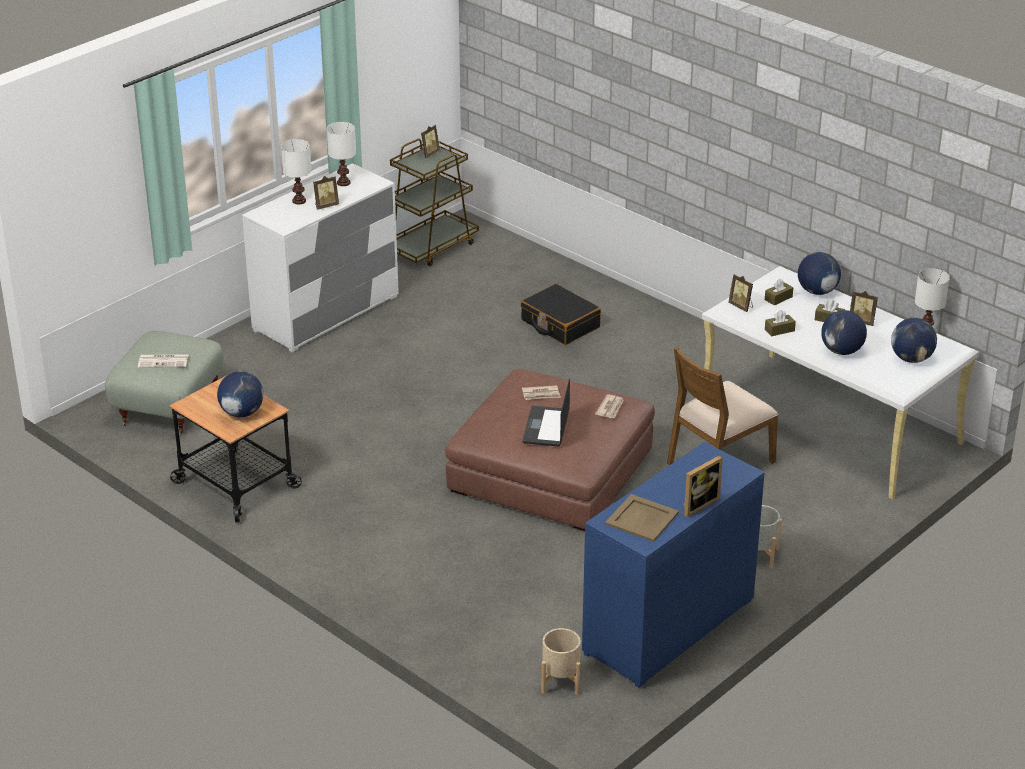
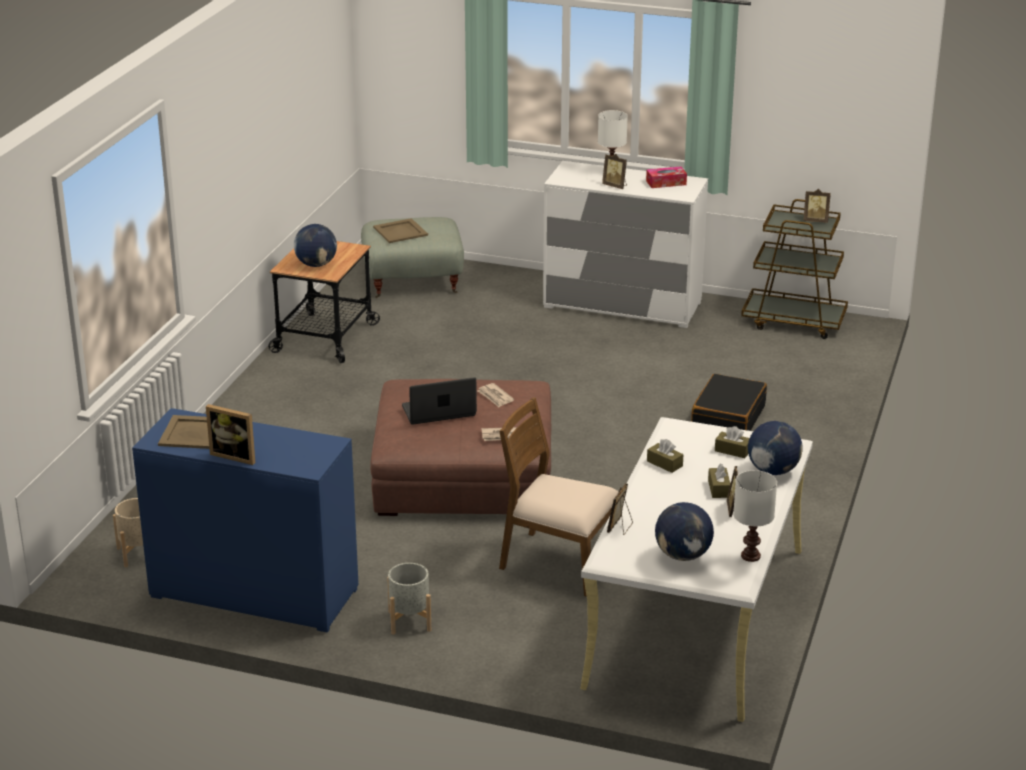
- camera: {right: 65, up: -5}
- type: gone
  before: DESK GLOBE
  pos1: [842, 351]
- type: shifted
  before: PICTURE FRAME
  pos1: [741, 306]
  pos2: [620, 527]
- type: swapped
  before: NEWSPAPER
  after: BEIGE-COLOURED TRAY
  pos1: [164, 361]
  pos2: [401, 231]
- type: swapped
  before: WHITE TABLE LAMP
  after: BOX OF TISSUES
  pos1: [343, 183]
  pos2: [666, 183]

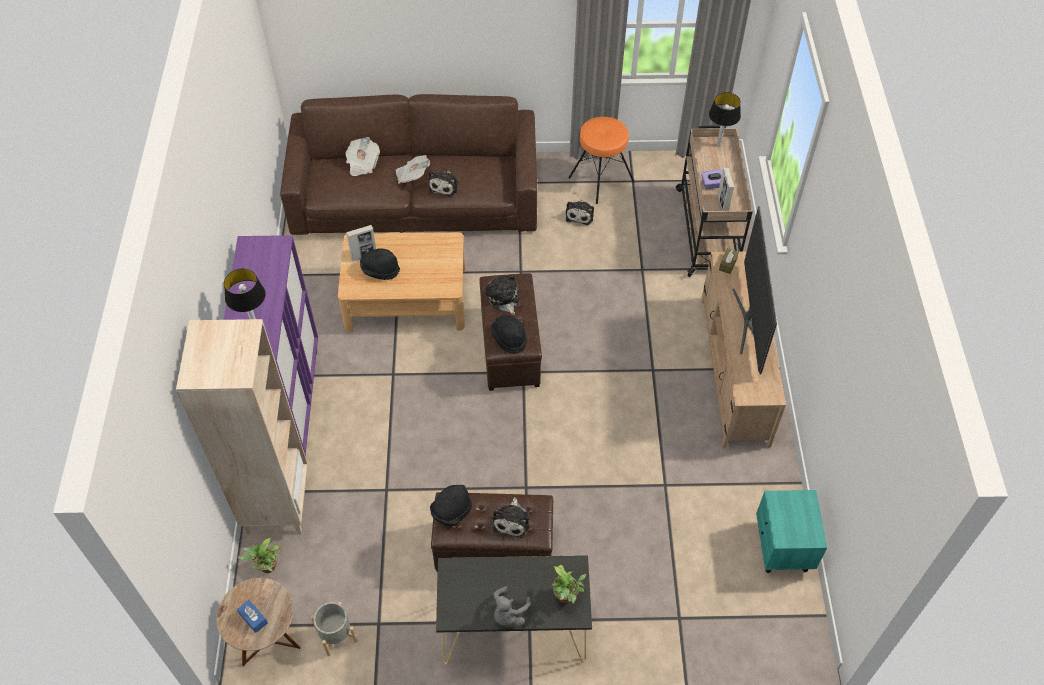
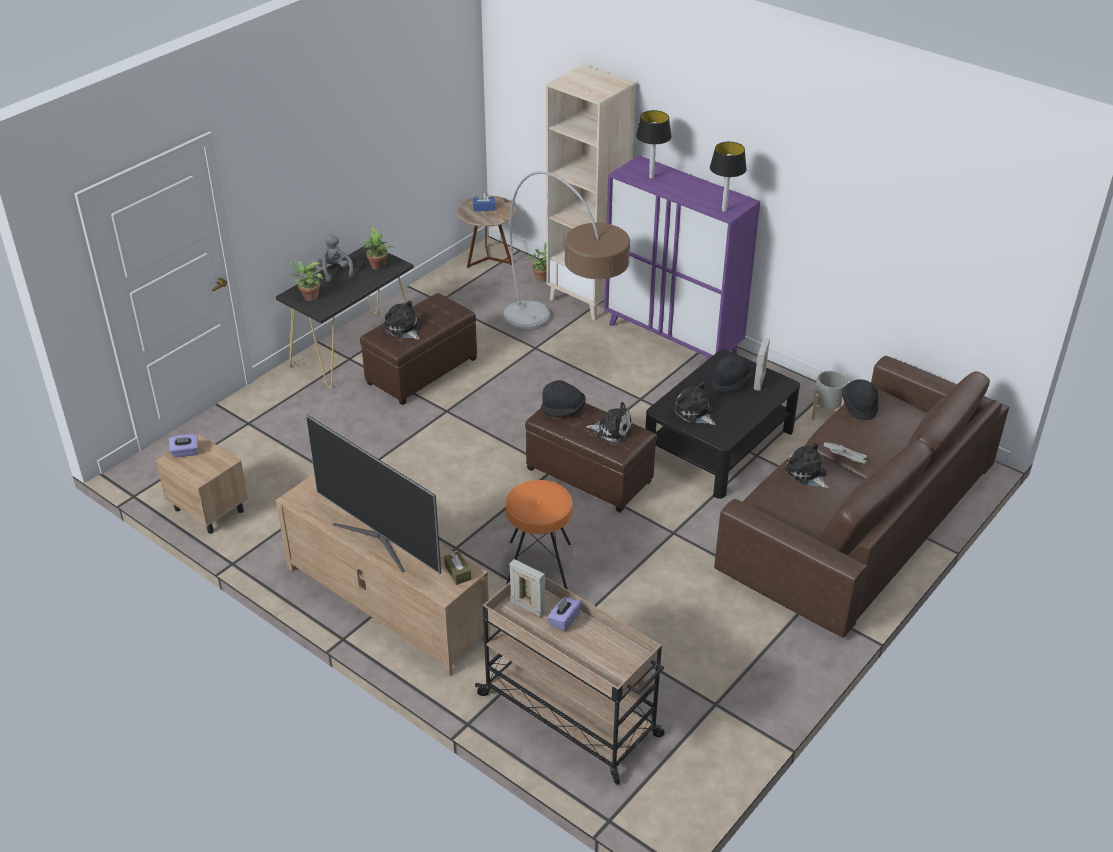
- camera: {right: 130, up: -15}
- type: gone
  before: NEWSPAPER
  pos1: [362, 164]
- type: new
  after: PURPLE BOX OF TISSUES
  pos2: [185, 452]
- type: new
  after: HOUSEPLANT
  pos2: [378, 267]
- type: new
  after: STANDARD LAMP
  pos2: [565, 347]
- type: shifted
  before: GRAY PLANT POT
  pos1: [336, 635]
  pos2: [826, 413]
- type: shifted
  before: BLACK-COLOURED CLOTHING HAT
  pos1: [451, 511]
  pos2: [859, 407]
- type: shifted
  before: CUDDLY TOY
  pos1: [580, 214]
  pos2: [695, 413]
- type: shifted
  before: ORANGE-COLOURED SITTING STOOL
  pos1: [600, 179]
  pos2: [539, 566]
- type: shifted
  before: TABLE LAMP
  pos1: [719, 145]
  pos2: [724, 210]
- type: repainted
  before: BEIGE-COLOURED COFFEE TABLE
  after: BLACK-COLOURED COFFEE TABLE
  pos1: [406, 298]
  pos2: [719, 445]
- type: repainted
  before: TURQUOISE-COLOURED NIGHT TABLE
  after: BEIGE-COLOURED NIGHT TABLE
  pos1: [782, 548]
  pos2: [208, 509]

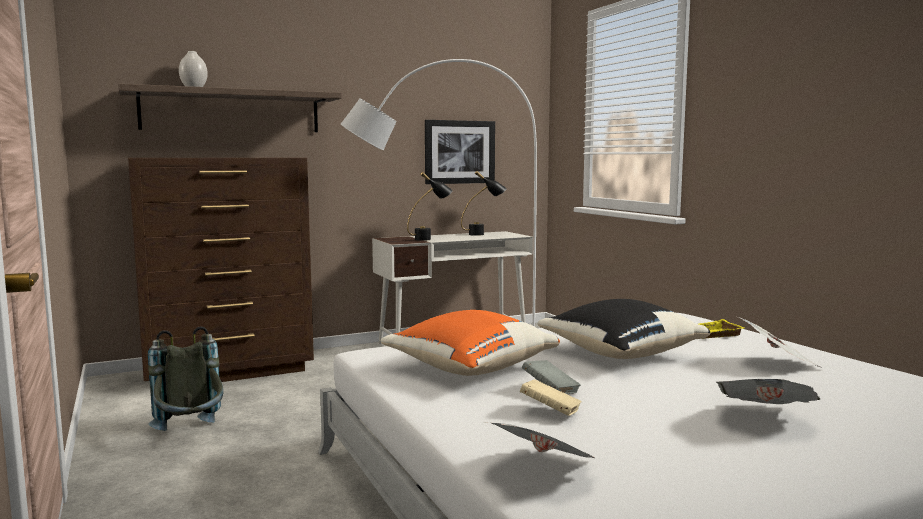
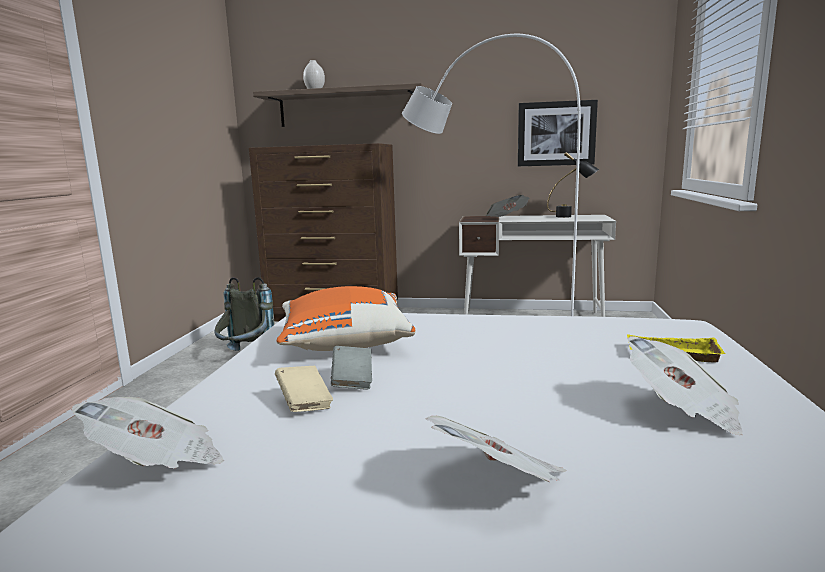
- camera: {right: 35, up: 5}
- type: gone
  before: BLACK-COLOURED THROW PILLOW
  pos1: [619, 353]
- type: swapped
  before: BLACK-COLOURED TABLE LAMP
  after: NEWSPAPER
  pos1: [429, 239]
  pos2: [506, 218]

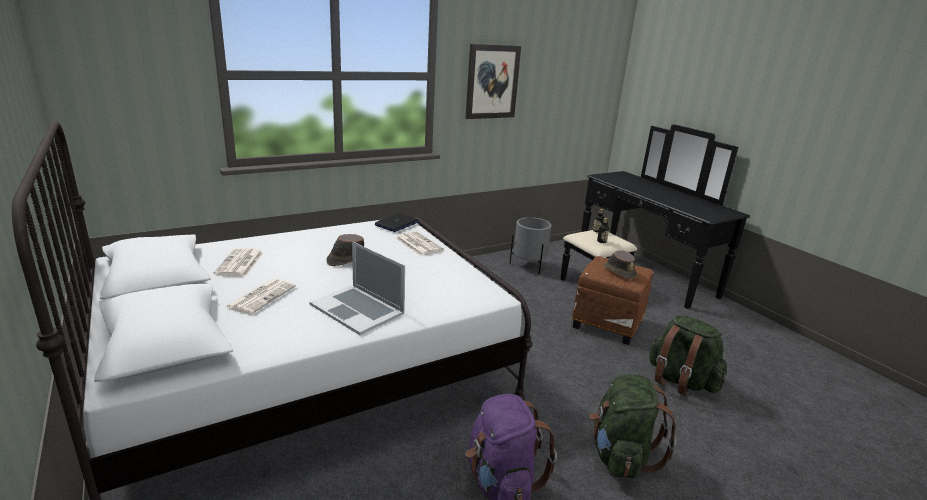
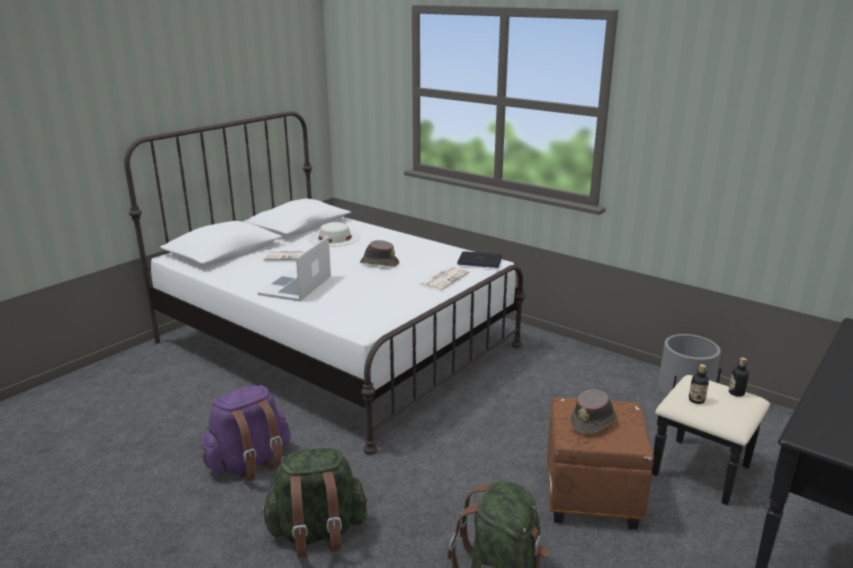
- camera: {right: 70, up: 0}
- type: gone
  before: WALL PICTURE
  pos1: [492, 82]
- type: swapped
  before: NEWSPAPER
  after: WHITE CLOTHING HAT
  pos1: [240, 263]
  pos2: [334, 238]

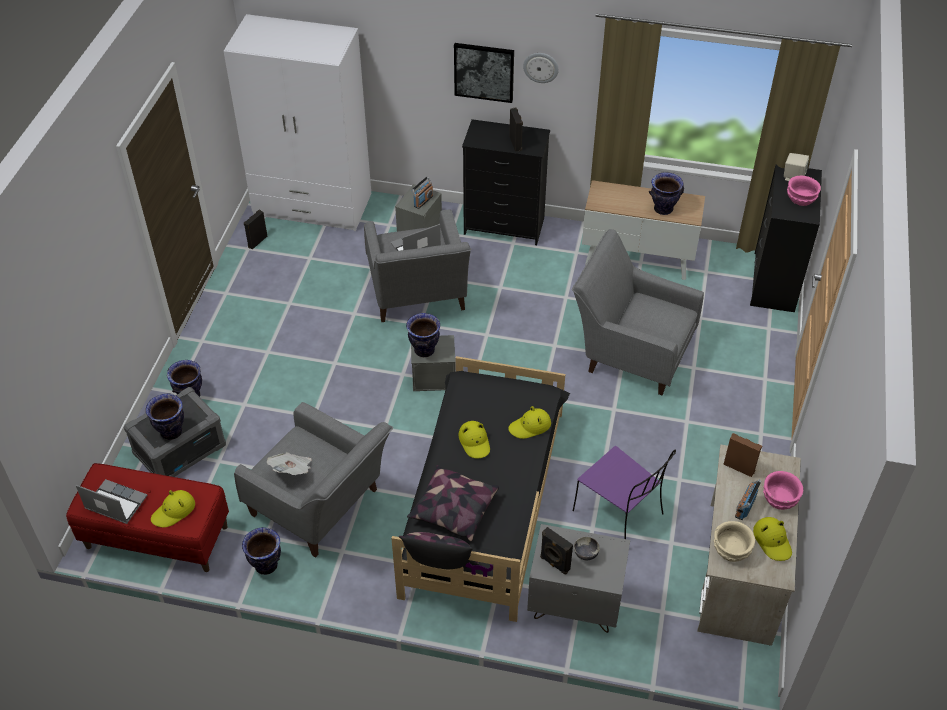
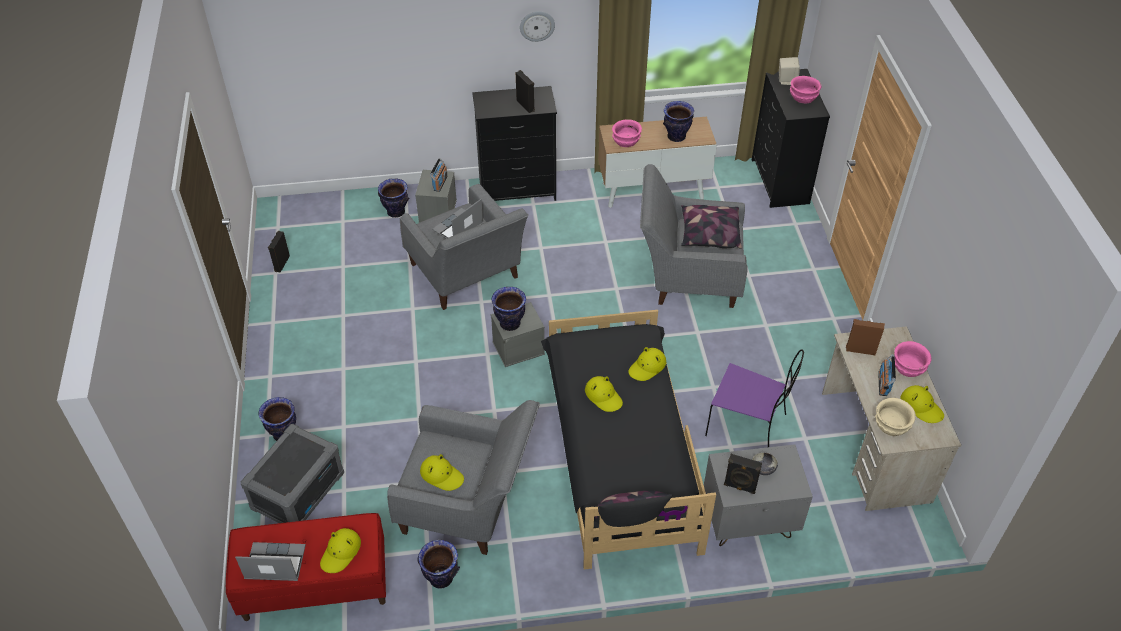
- camera: {right: -20, up: 0}
- type: gone
  before: WHITE CLOTHES CUPBOARD
  pos1: [313, 205]
- type: gone
  before: WALL PICTURE
  pos1: [484, 72]
- type: new
  after: PINK-COLOURED SERVING BOWL
  pos2: [626, 141]
- type: shifted
  before: DECORATIVE VASE
  pos1: [171, 432]
  pos2: [396, 212]
- type: shifted
  before: THROW PILLOW
  pos1: [453, 510]
  pos2: [709, 234]
- type: swapped
  before: NEWSPAPER
  after: YELLOW-COLOURED CLOTHING HAT
  pos1: [292, 470]
  pos2: [442, 475]

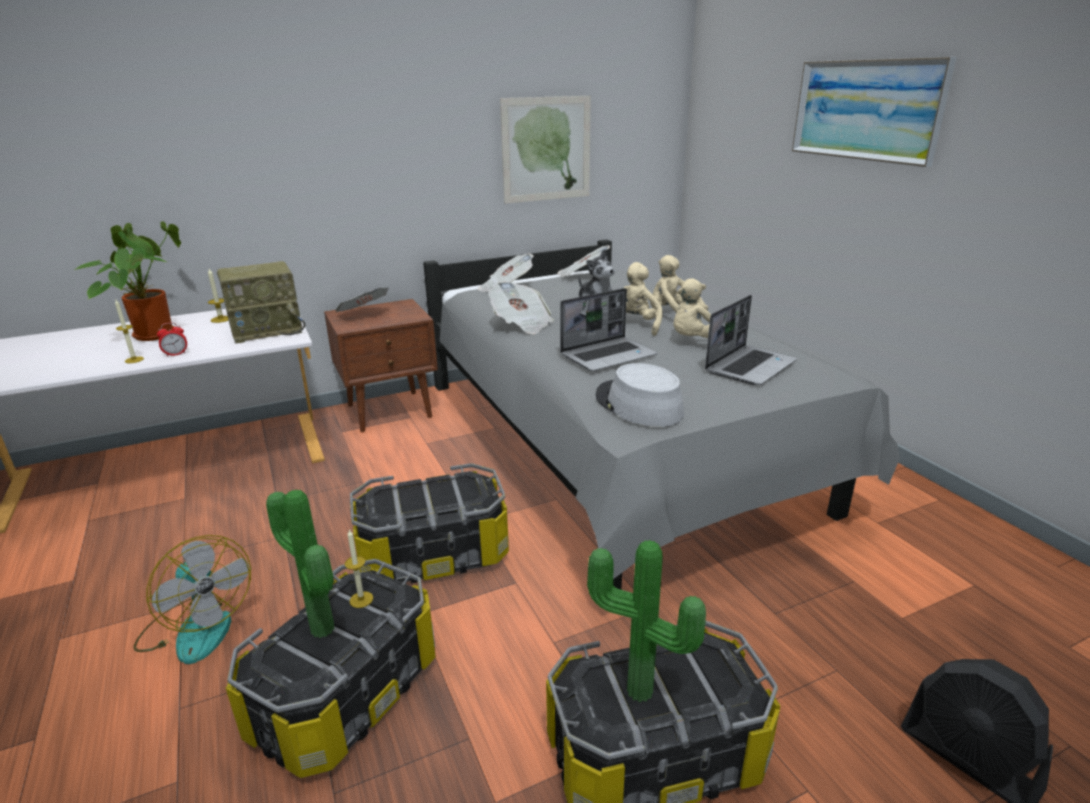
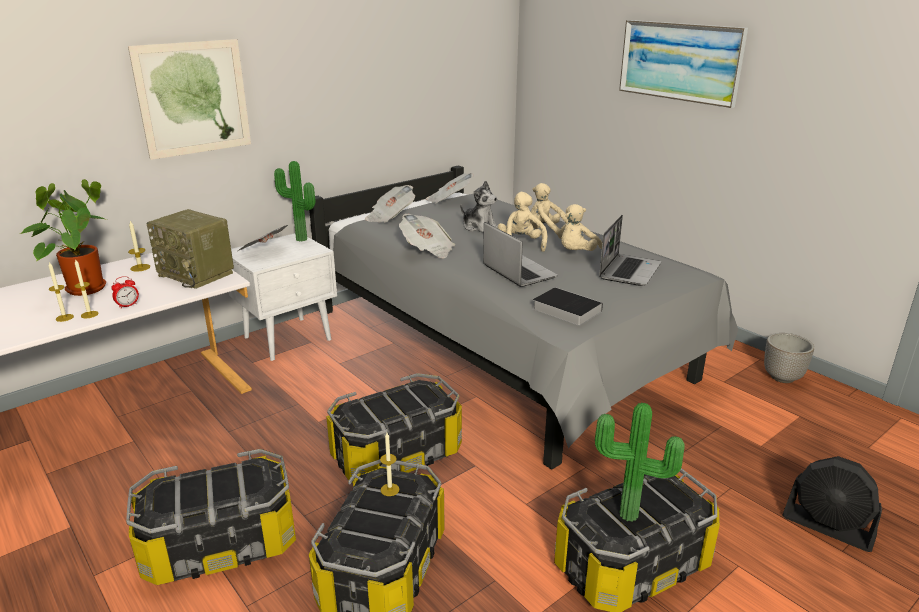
- camera: {right: -15, up: 0}
- type: new
  after: CANDLE
  pos2: [64, 318]
- type: new
  after: PLANT POT
  pos2: [783, 377]
- type: shifted
  before: HOUSEPLANT
  pos1: [318, 632]
  pos2: [300, 240]
- type: shifted
  before: WALL PICTURE
  pos1: [546, 149]
  pos2: [193, 98]
- type: swapped
  before: COOLING FAN
  after: STORAGE BOX
  pos1: [197, 627]
  pos2: [220, 544]
- type: swapped
  before: GRAY CLOTHING HAT
  after: BOUND BOOK
  pos1: [638, 405]
  pos2: [564, 310]
- type: repainted
  before: BROWN NIGHT TABLE
  after: WHITE NIGHT TABLE
  pos1: [391, 411]
  pos2: [289, 338]
- type: rotated
  before: RADIO
  pos1: [267, 330]
  pos2: [197, 274]
  turn: 75
- type: rotated
  before: PORTABLE COMPUTER
  pos1: [608, 355]
  pos2: [517, 272]
  turn: -75

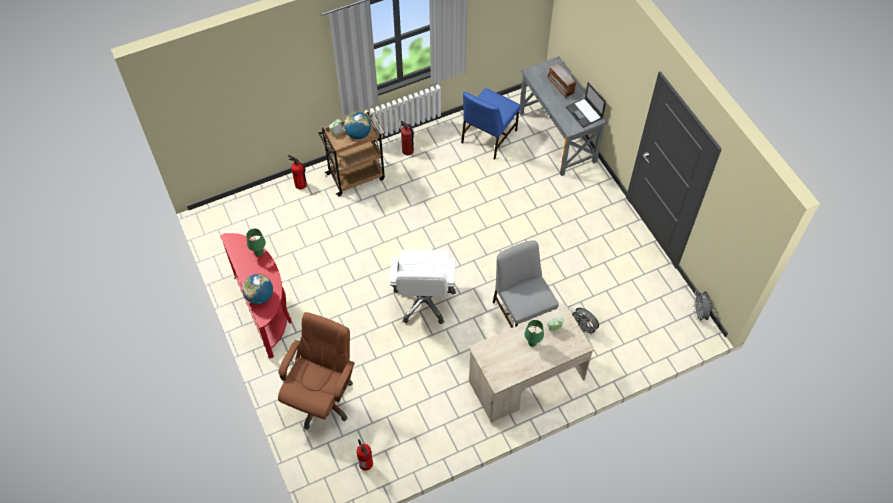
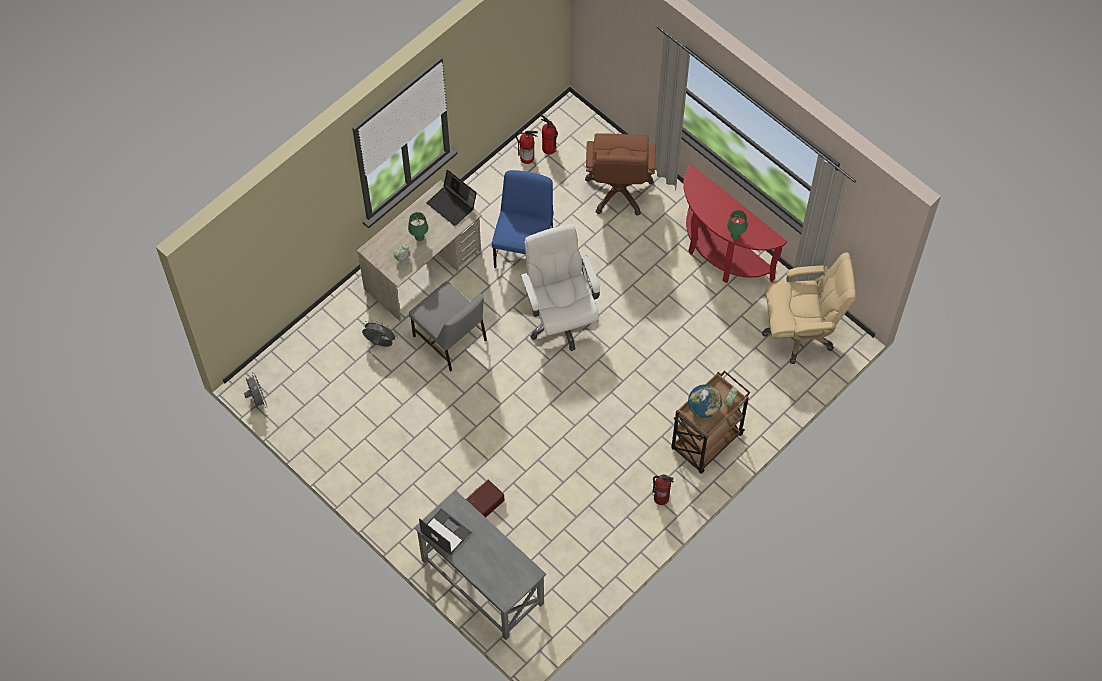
- camera: {right: 160, up: 5}
- type: gone
  before: DESK GLOBE
  pos1: [260, 296]
- type: gone
  before: RADIO
  pos1: [561, 86]
- type: new
  after: PORTABLE COMPUTER
  pos2: [452, 205]
- type: new
  after: BROWN STORAGE BOX
  pos2: [484, 502]
- type: new
  after: BEIGE-COLOURED OFFICE CHAIR
  pos2: [800, 332]
- type: shifted
  before: EXTINGUISHER
  pos1: [300, 184]
  pos2: [527, 158]
- type: shifted
  before: BLUE PLAIN CHAIR
  pos1: [488, 137]
  pos2: [524, 248]

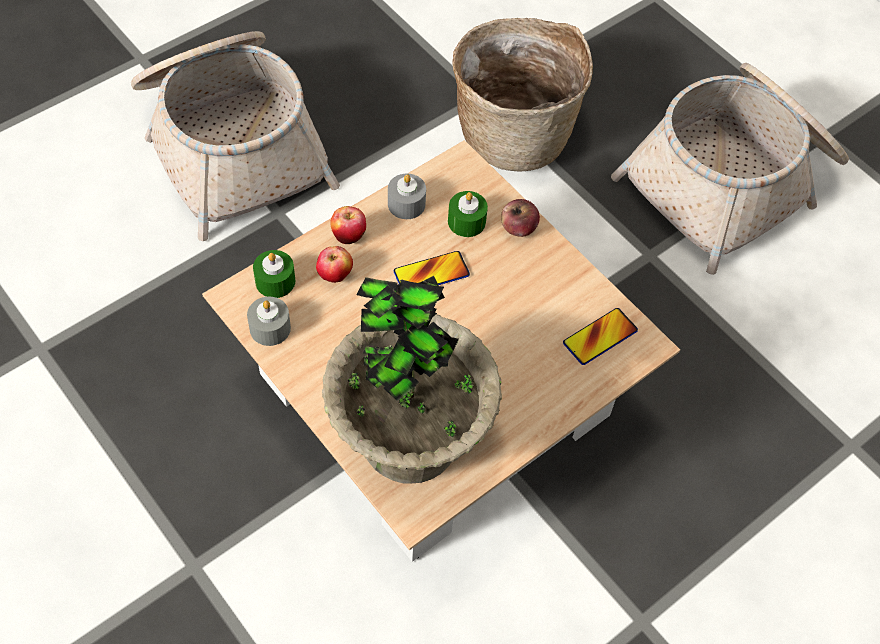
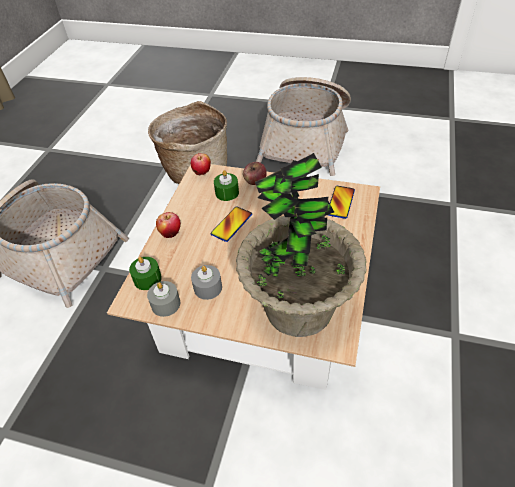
- camera: {right: -30, up: -10}
- type: shifted
  before: WHOLE APPLE
  pos1: [335, 276]
  pos2: [202, 173]
- type: shifted
  before: GRAY CANDLE
  pos1: [406, 204]
  pos2: [208, 288]

